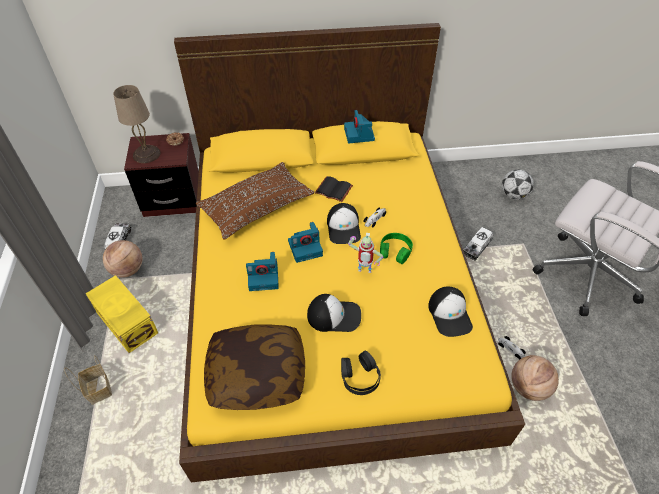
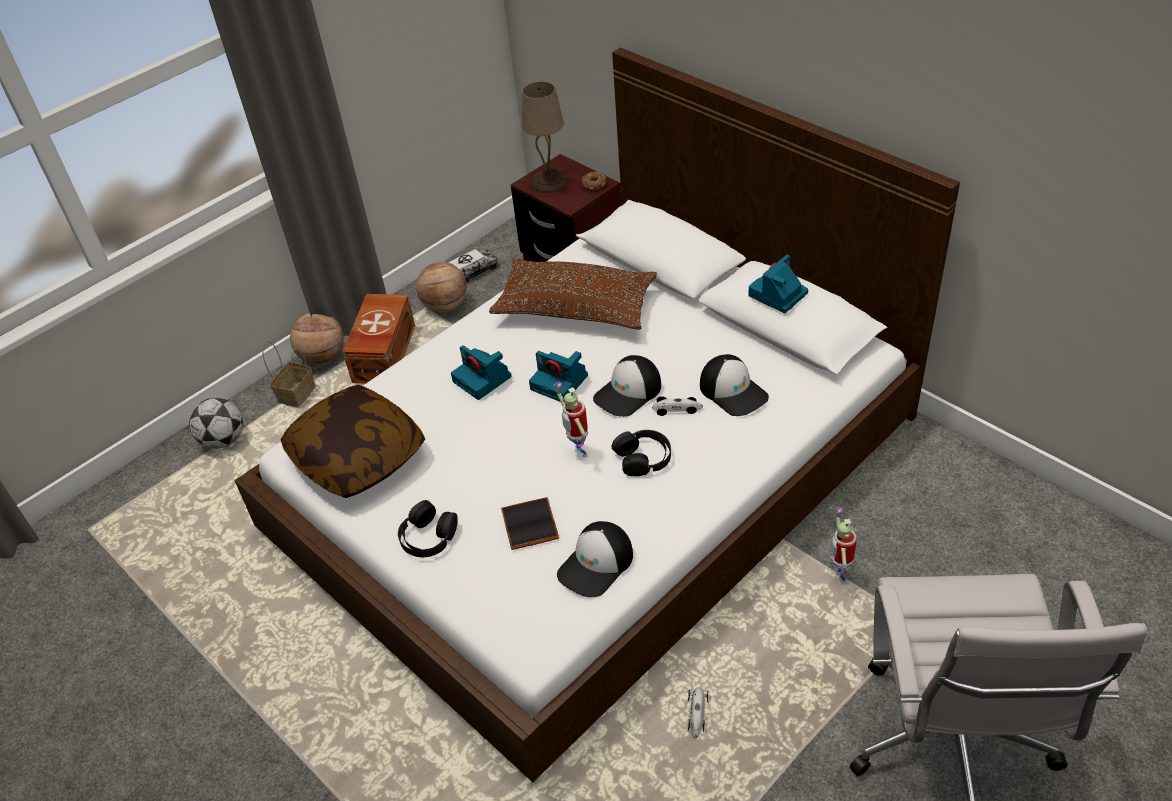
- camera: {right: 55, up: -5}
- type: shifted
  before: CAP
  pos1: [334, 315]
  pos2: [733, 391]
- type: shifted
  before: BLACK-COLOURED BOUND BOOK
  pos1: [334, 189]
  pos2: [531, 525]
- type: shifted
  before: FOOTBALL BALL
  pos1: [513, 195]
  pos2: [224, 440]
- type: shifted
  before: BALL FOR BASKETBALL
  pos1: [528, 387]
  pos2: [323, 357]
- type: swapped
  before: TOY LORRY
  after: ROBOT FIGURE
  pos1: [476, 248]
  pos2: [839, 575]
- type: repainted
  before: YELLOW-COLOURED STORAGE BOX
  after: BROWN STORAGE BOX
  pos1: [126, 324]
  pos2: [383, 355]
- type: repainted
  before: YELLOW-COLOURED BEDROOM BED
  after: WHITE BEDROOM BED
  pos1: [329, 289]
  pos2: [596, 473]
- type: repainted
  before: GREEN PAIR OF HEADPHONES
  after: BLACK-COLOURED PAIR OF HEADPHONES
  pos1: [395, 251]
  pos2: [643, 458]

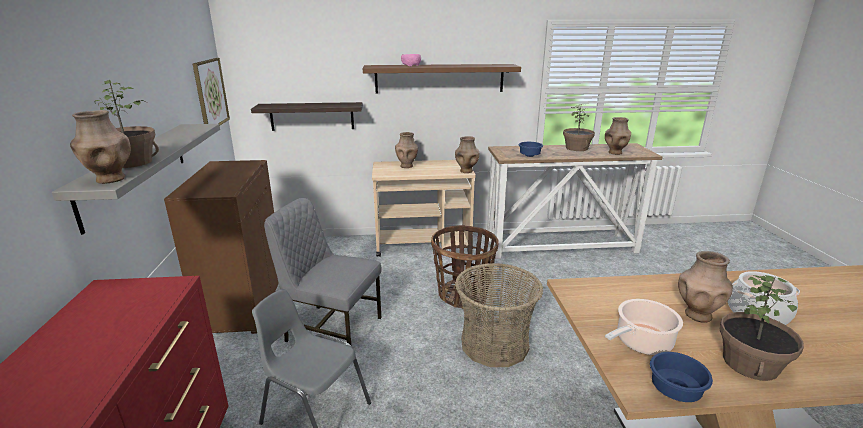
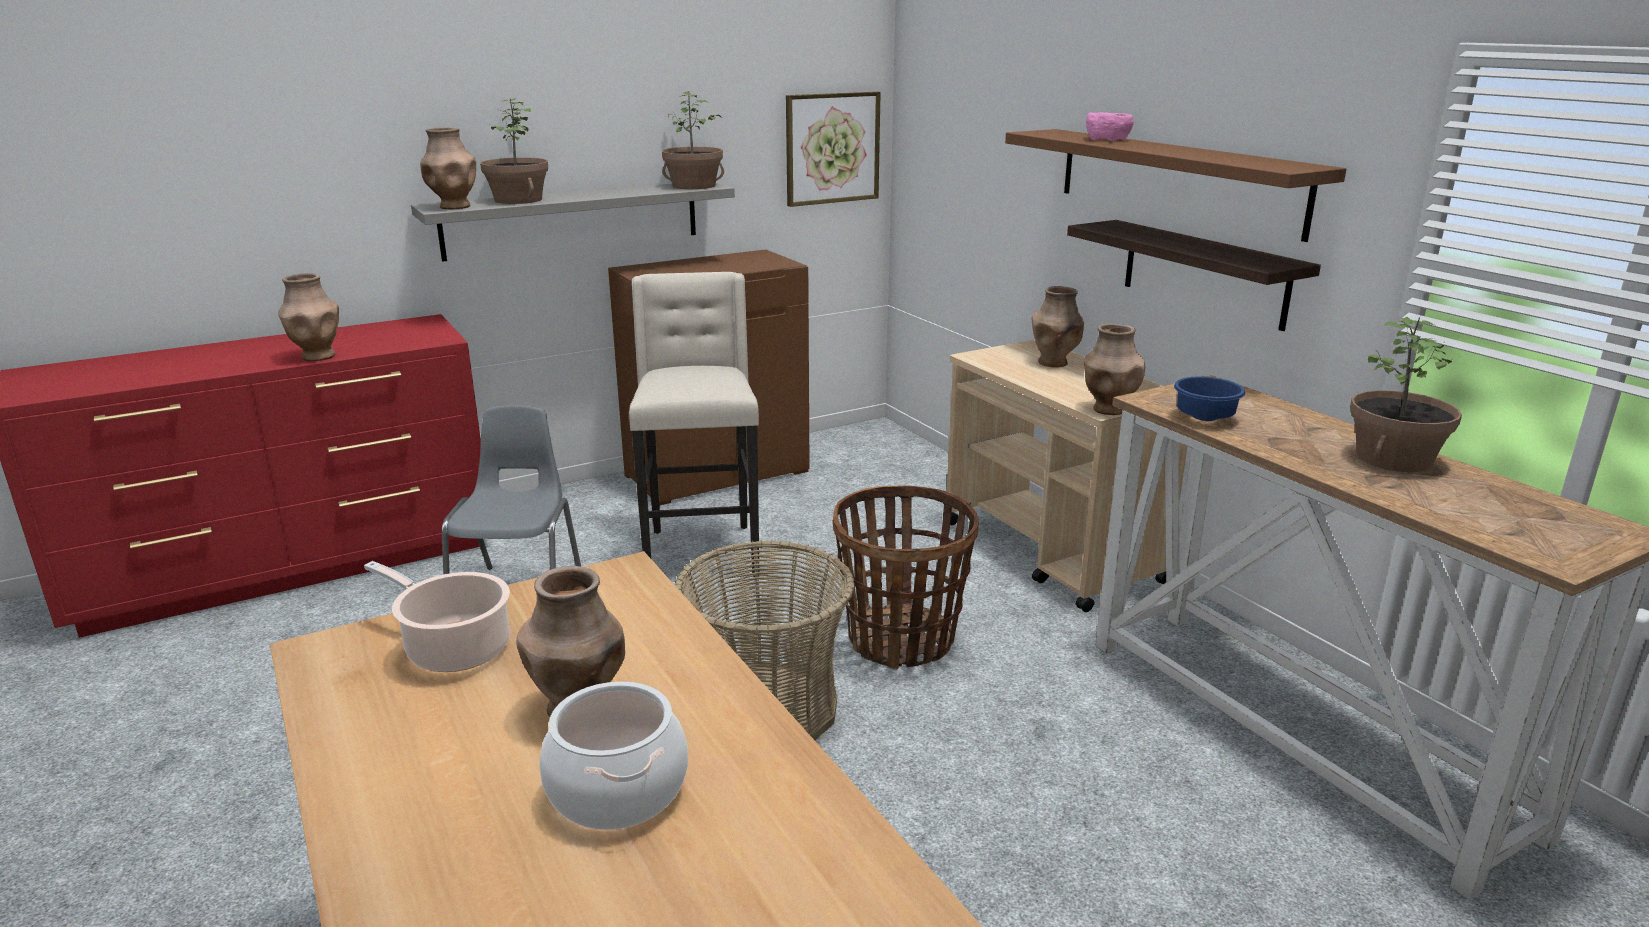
- camera: {right: 65, up: 0}
- type: gone
  before: BLUE SERVING BOWL
  pos1: [675, 392]
- type: shifted
  before: WALL SHELF
  pos1: [312, 116]
  pos2: [1204, 273]
- type: shifted
  before: BROWN DECORATIVE VASE
  pos1: [615, 153]
  pos2: [317, 356]
- type: shifted
  before: HOUSEPLANT
  pos1: [751, 364]
  pos2: [693, 186]
- type: swapped
  before: GRAY PLAIN CHAIR
  after: BEIGE-COLOURED SITTING STOOL
  pos1: [332, 329]
  pos2: [701, 552]

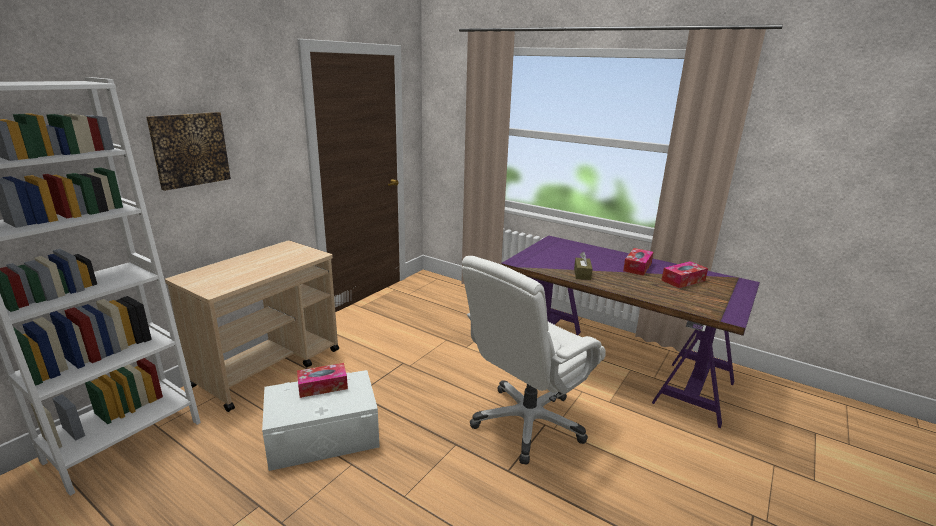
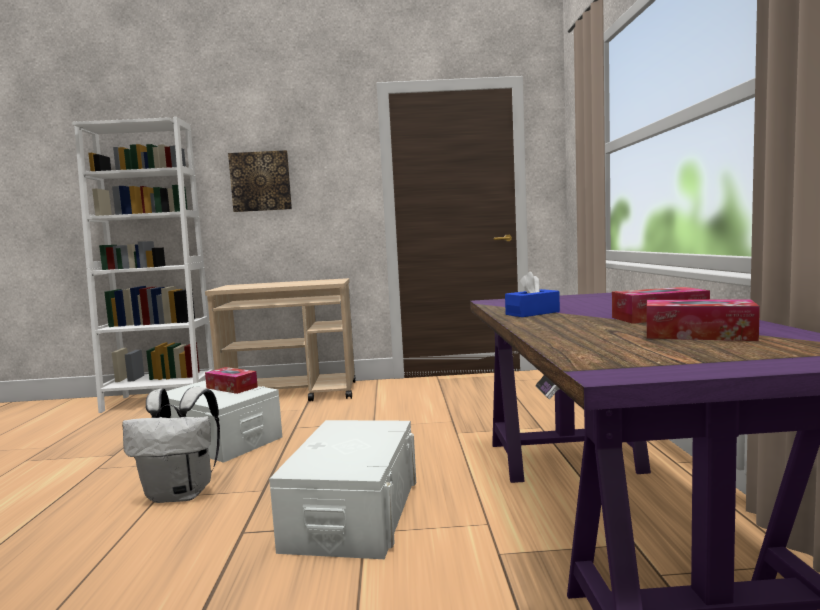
- camera: {right: 55, up: -15}
- type: new
  after: WHITE RUCKSACK
  pos2: [182, 493]
- type: swapped
  before: WHITE OFFICE CHAIR
  after: WHITE STORAGE BOX
  pos1: [527, 423]
  pos2: [353, 512]
- type: repainted
  before: BROWN BOX OF TISSUES
  after: BLUE BOX OF TISSUES
  pos1: [582, 274]
  pos2: [532, 313]

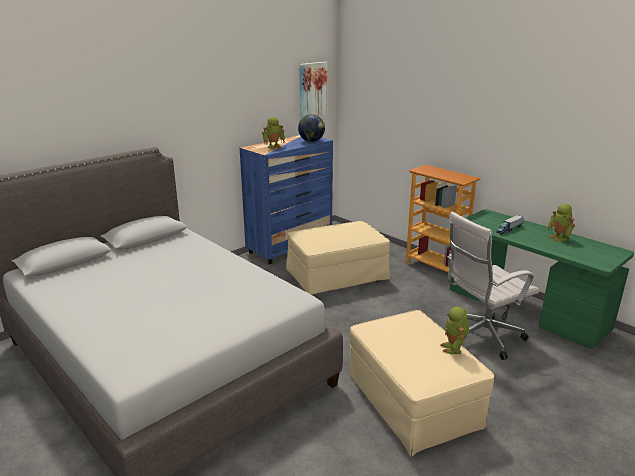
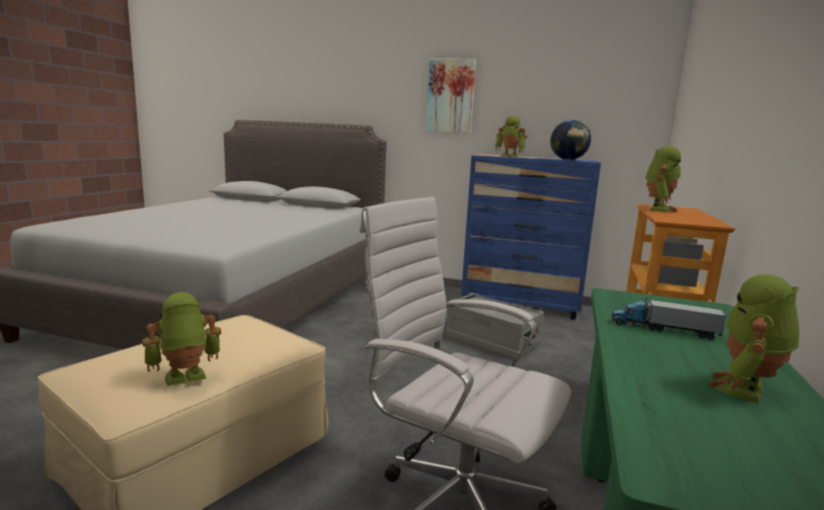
- camera: {right: 60, up: -10}
- type: new
  after: ROBOT FIGURE
  pos2: [658, 209]
- type: shifted
  before: WALL PICTURE
  pos1: [312, 90]
  pos2: [450, 96]
- type: swapped
  before: BEIGE-COLOURED FOOTREST
  after: GRAY STORAGE BOX
  pos1: [336, 276]
  pos2: [491, 341]

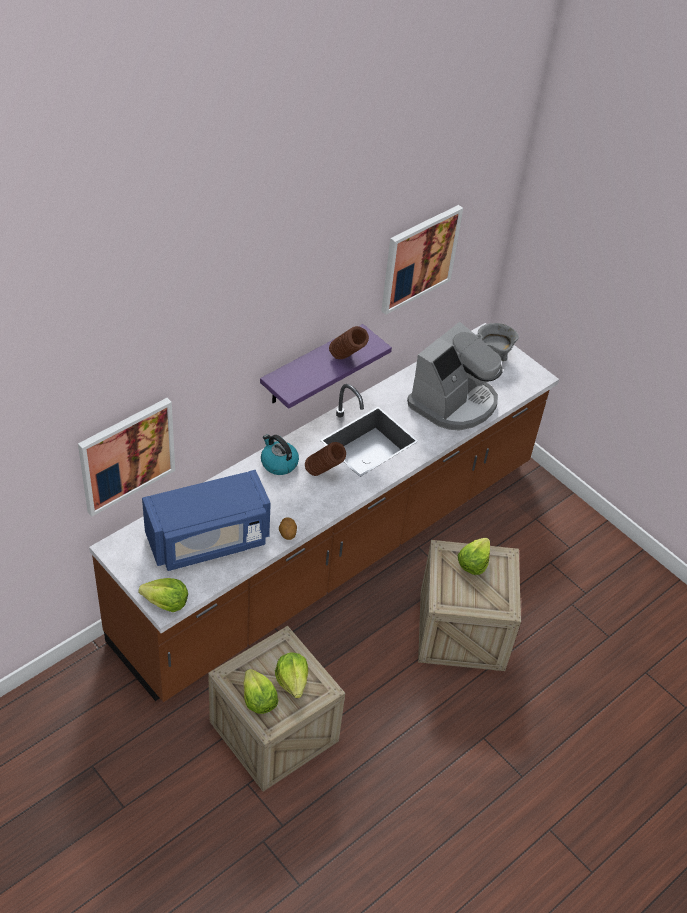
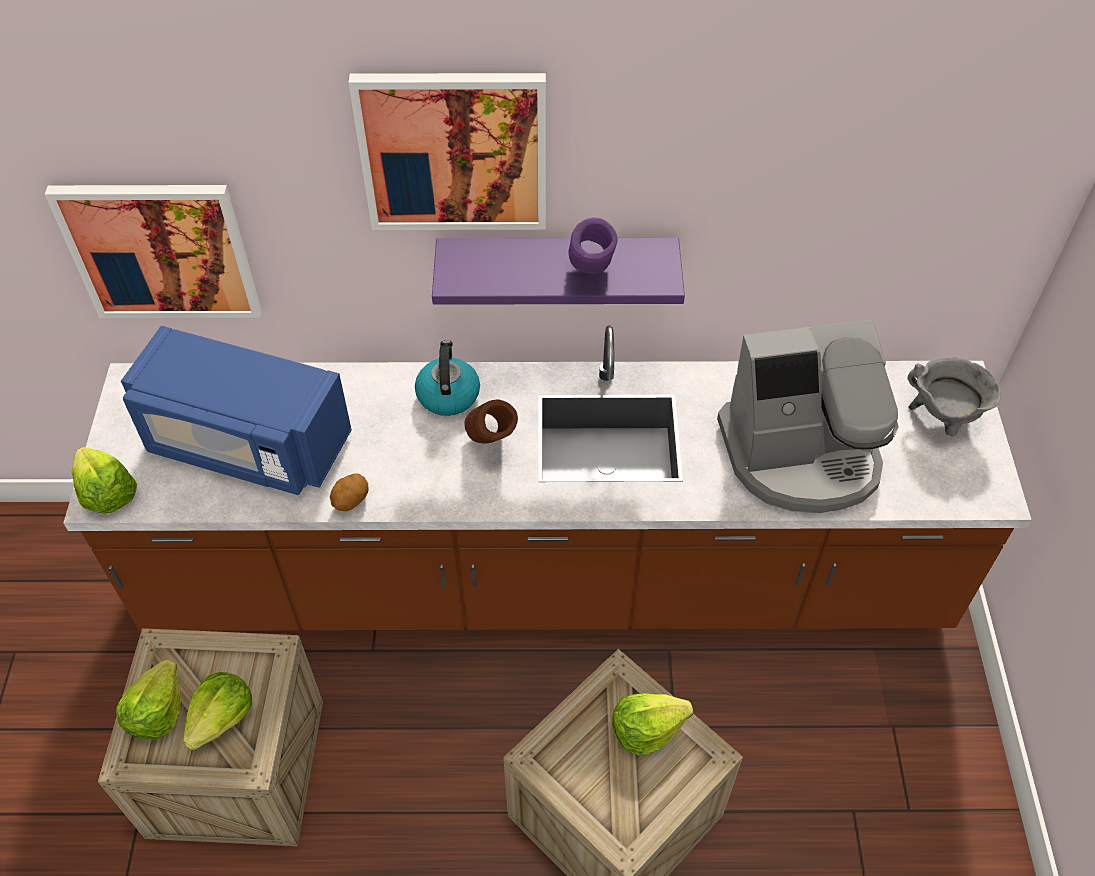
- camera: {right: 45, up: 5}
- type: shifted
  before: WALL PICTURE
  pos1: [419, 258]
  pos2: [454, 151]
- type: repainted
  before: BROWN DECORATIVE VASE
  after: PURPLE DECORATIVE VASE
  pos1: [347, 360]
  pos2: [590, 278]

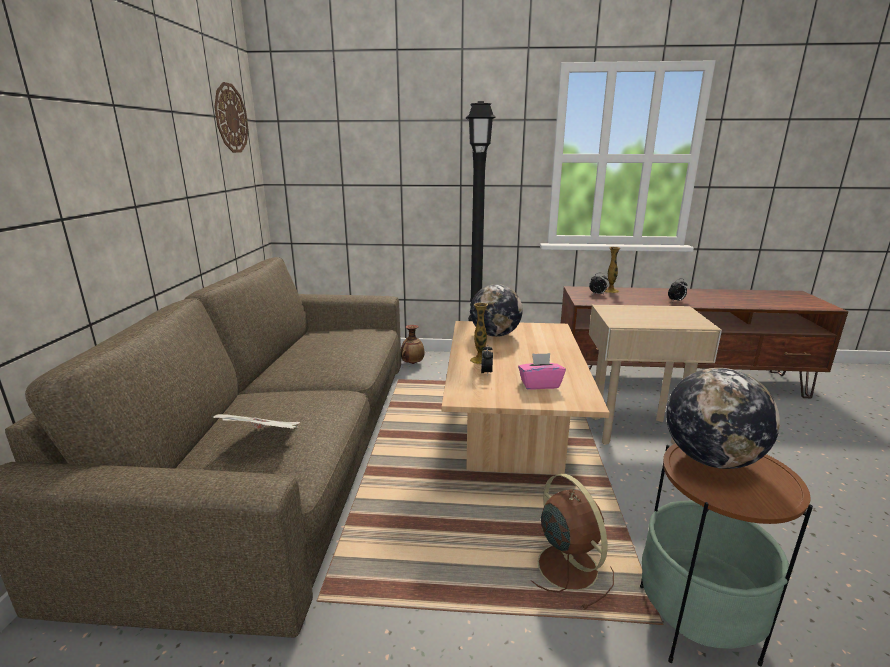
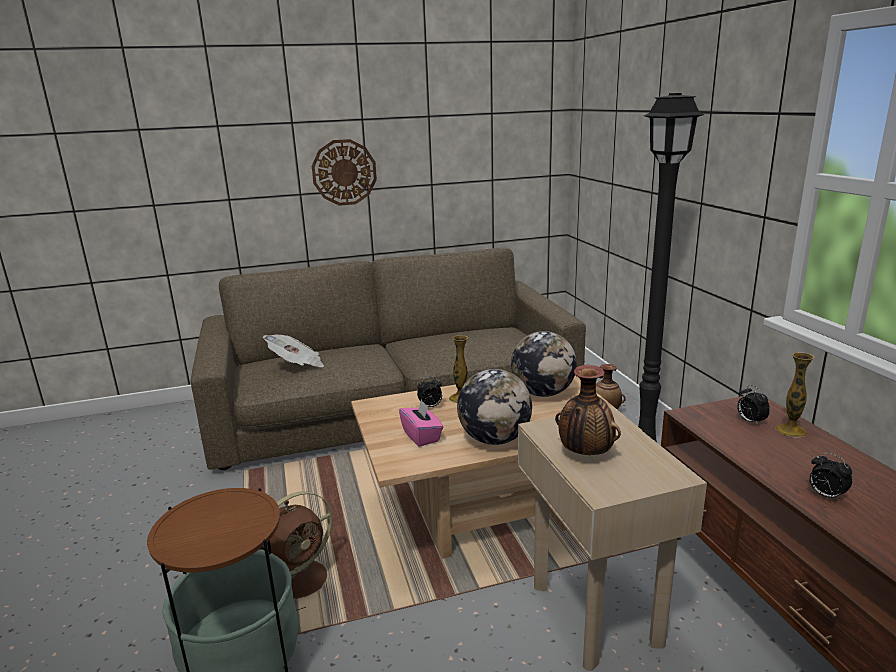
- camera: {right: 70, up: 0}
- type: new
  after: DECORATIVE VASE
  pos2: [585, 453]
- type: shifted
  before: CLOCK ON THE WALL
  pos1: [231, 118]
  pos2: [344, 172]
- type: shifted
  before: DESK GLOBE
  pos1: [710, 459]
  pos2: [494, 439]

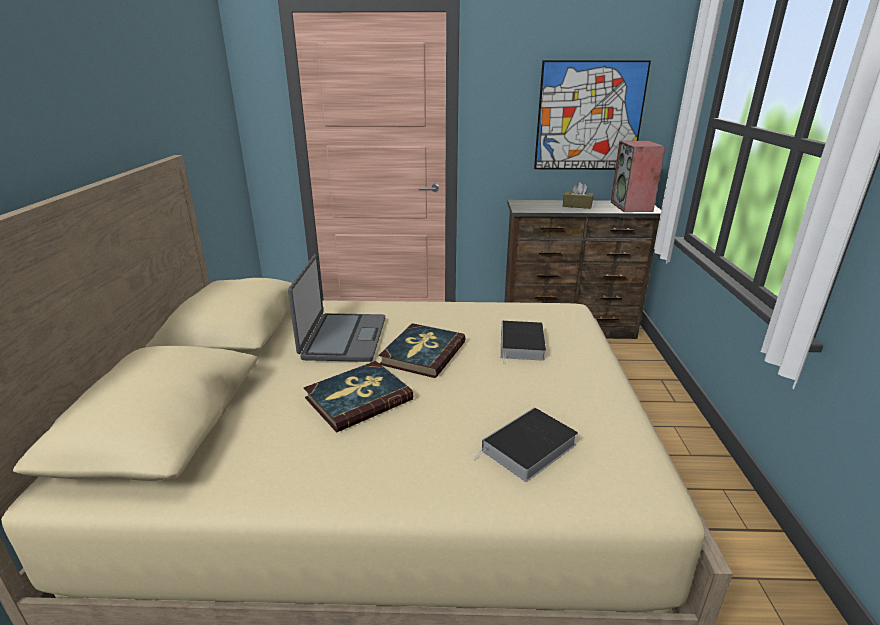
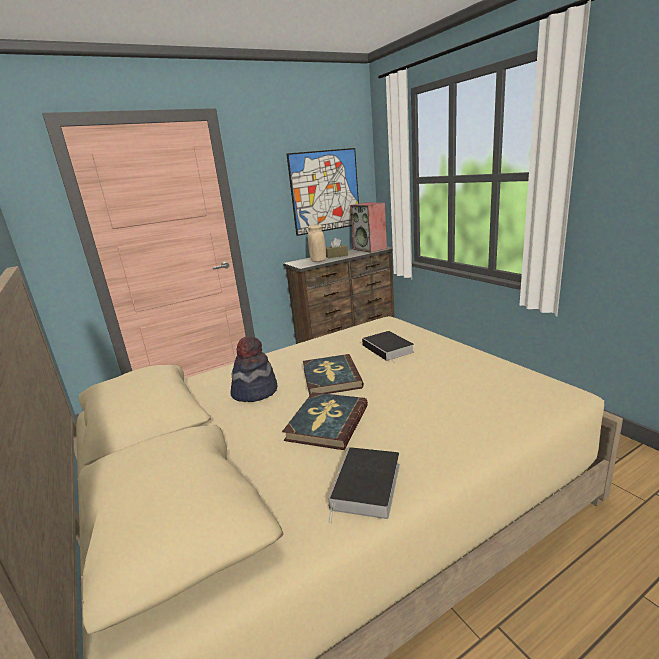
- camera: {right: -30, up: -5}
- type: new
  after: BEIGE-COLOURED DECORATIVE VASE
  pos2: [318, 261]
- type: shifted
  before: BOUND BOOK
  pos1: [528, 449]
  pos2: [366, 487]
- type: swapped
  before: PORTABLE COMPUTER
  after: CLOTHING HAT
  pos1: [343, 338]
  pos2: [255, 392]

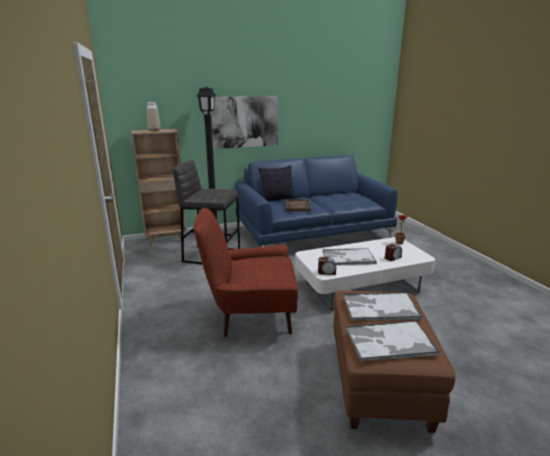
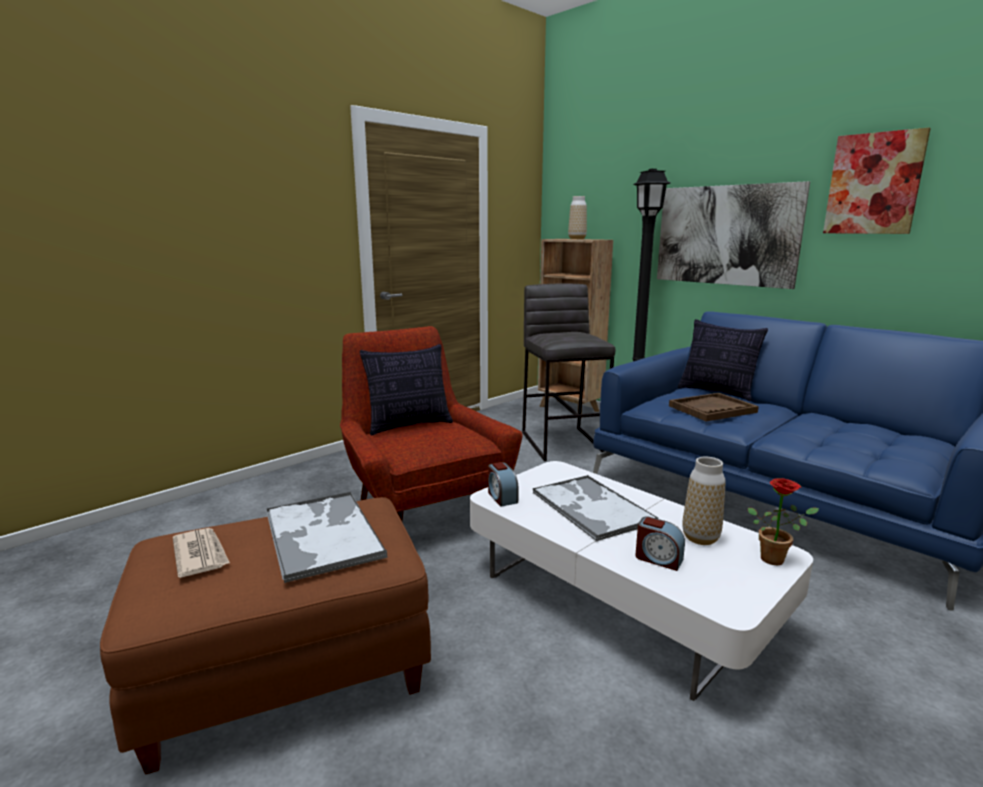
- camera: {right: 65, up: -5}
- type: new
  after: THROW PILLOW
  pos2: [409, 425]
- type: new
  after: DECORATIVE VASE
  pos2: [700, 538]
- type: new
  after: WALL PICTURE
  pos2: [873, 184]
- type: swapped
  before: TRAY
  after: NEWSPAPER
  pos1: [389, 341]
  pos2: [200, 554]

